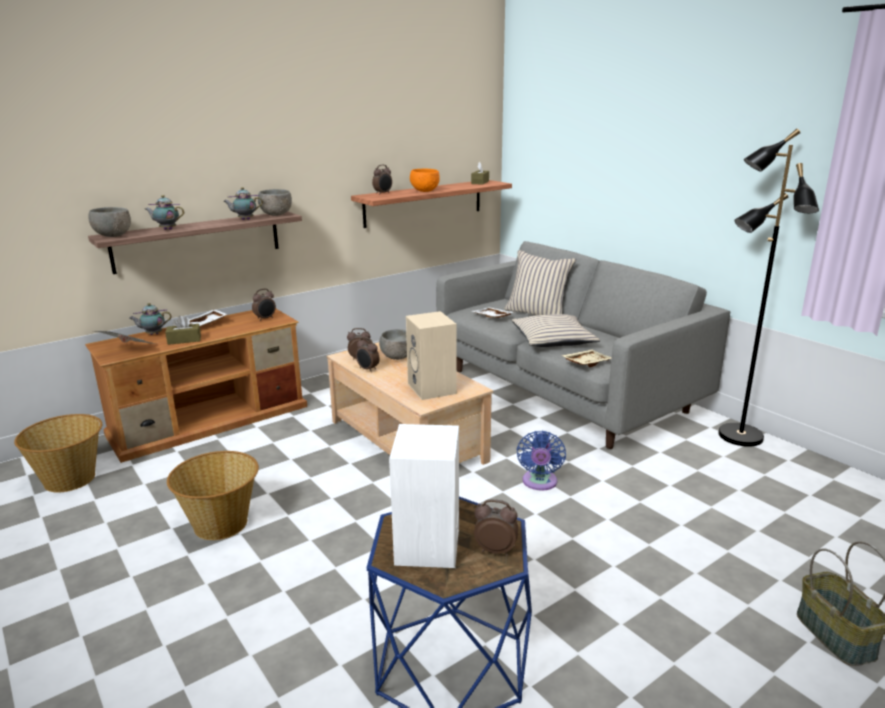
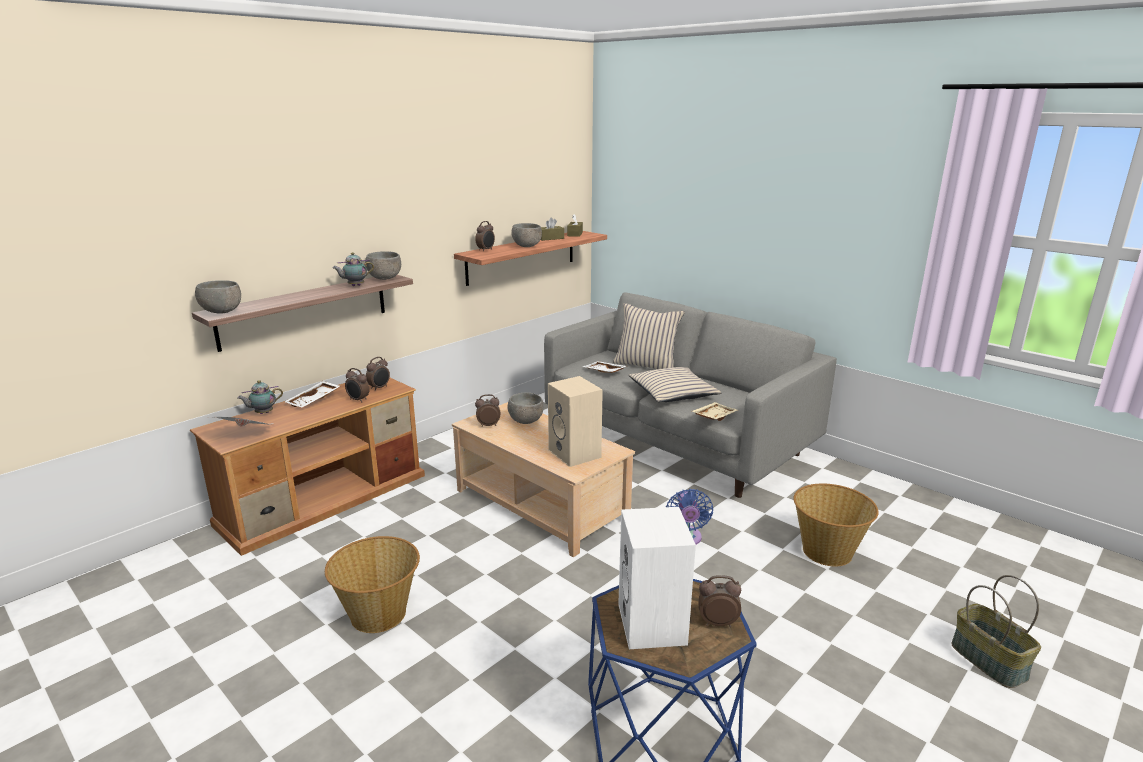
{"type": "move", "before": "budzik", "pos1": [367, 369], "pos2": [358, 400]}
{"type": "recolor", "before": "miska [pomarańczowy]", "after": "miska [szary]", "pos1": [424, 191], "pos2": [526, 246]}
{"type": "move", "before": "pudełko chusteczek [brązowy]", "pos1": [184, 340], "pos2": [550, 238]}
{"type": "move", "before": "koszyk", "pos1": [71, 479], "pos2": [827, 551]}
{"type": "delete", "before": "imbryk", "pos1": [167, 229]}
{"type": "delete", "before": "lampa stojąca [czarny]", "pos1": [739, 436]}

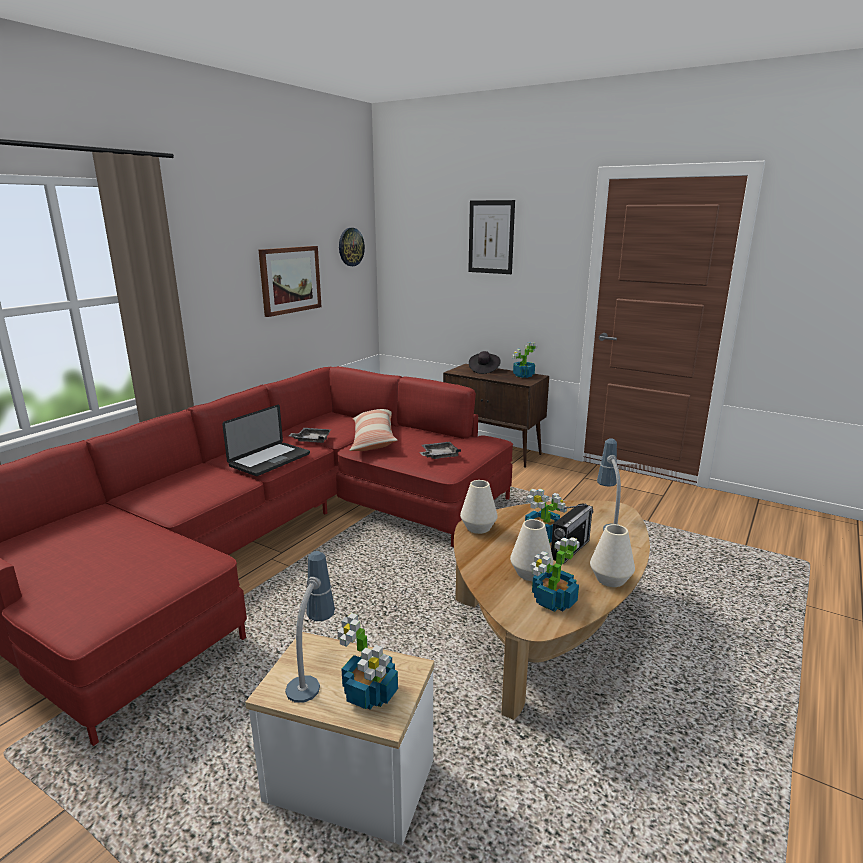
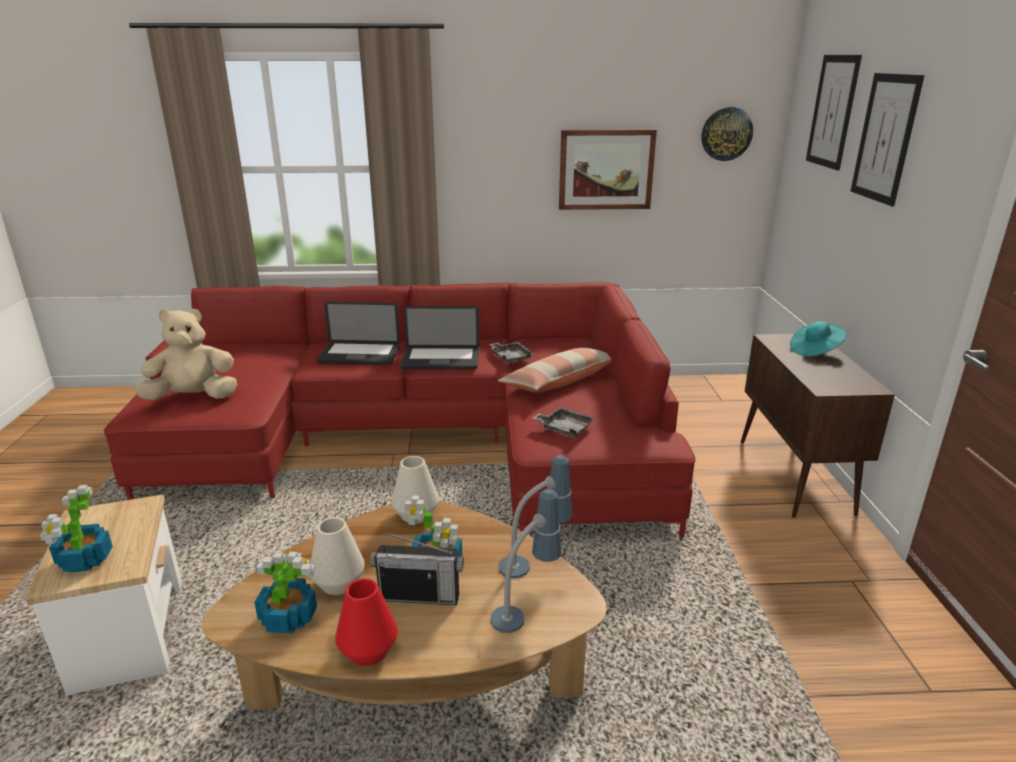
{"type": "insert", "after": "pluszak [beżowy]", "pos2": [193, 397]}
{"type": "insert", "after": "laptop", "pos2": [359, 355]}
{"type": "recolor", "before": "wazon [biały]", "after": "wazon [czerwony]", "pos1": [610, 579], "pos2": [369, 651]}
{"type": "move", "before": "lampa stołowa", "pos1": [313, 673], "pos2": [534, 563]}
{"type": "recolor", "before": "kapelusz [czarny]", "after": "kapelusz [turkusowy]", "pos1": [483, 370], "pos2": [815, 350]}
{"type": "insert", "after": "obraz", "pos2": [832, 111]}
{"type": "delete", "before": "roślina doniczkowa", "pos1": [523, 375]}

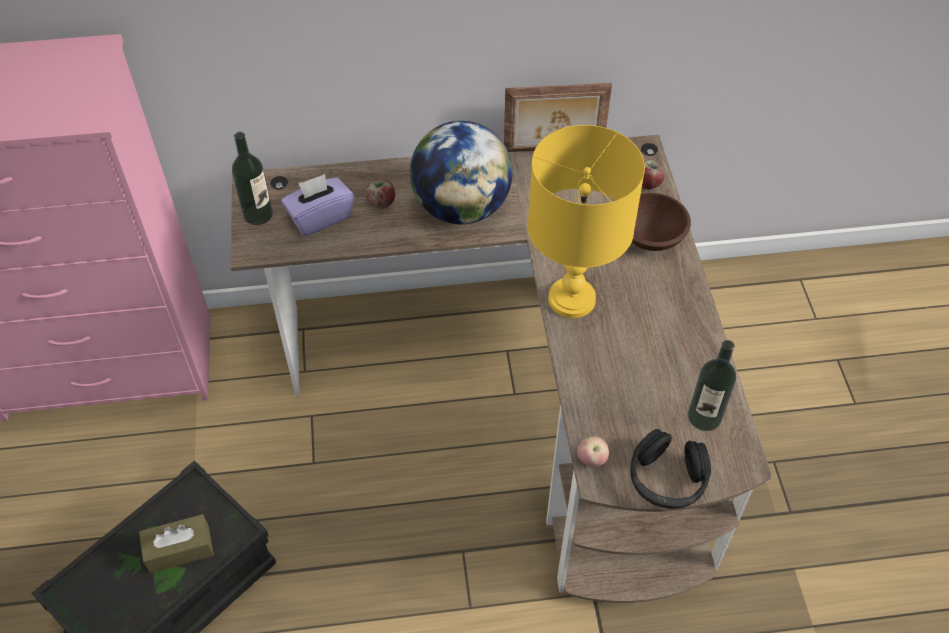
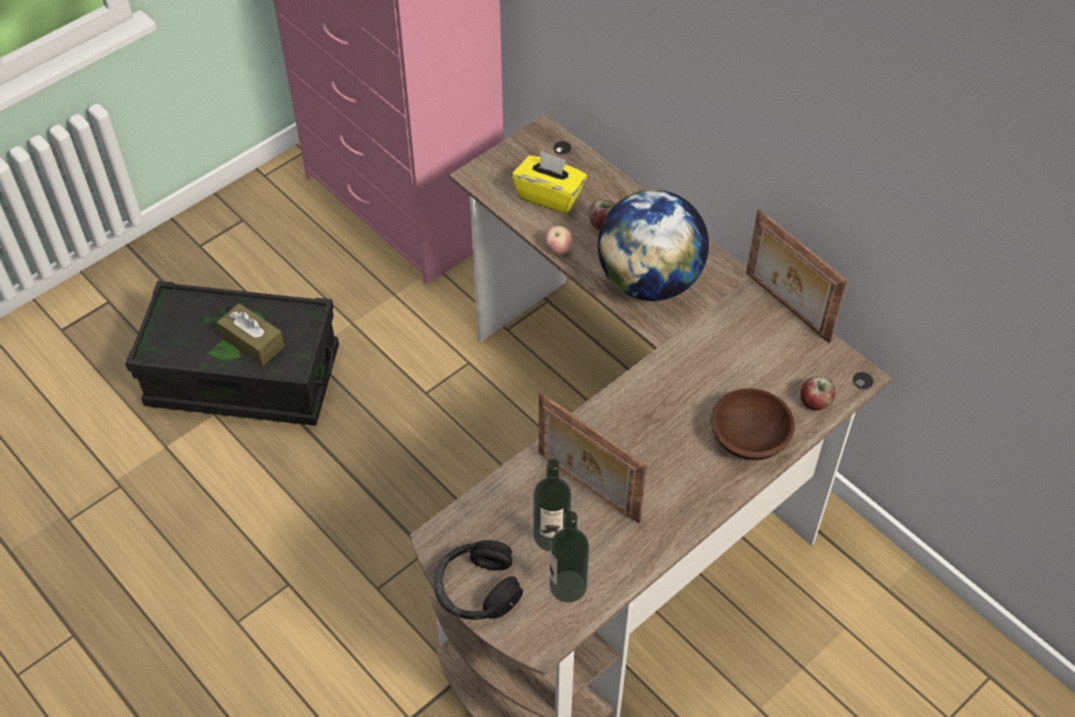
{"type": "recolor", "before": "pudełko chusteczek [fioletowy]", "after": "pudełko chusteczek [żółty]", "pos1": [320, 217], "pos2": [549, 195]}
{"type": "move", "before": "butelka", "pos1": [258, 214], "pos2": [551, 536]}
{"type": "insert", "after": "ramka na zdjęcie", "pos2": [587, 488]}
{"type": "move", "before": "jabłko", "pos1": [591, 460], "pos2": [558, 249]}
{"type": "delete", "before": "lampa stołowa [żółty]", "pos1": [572, 299]}

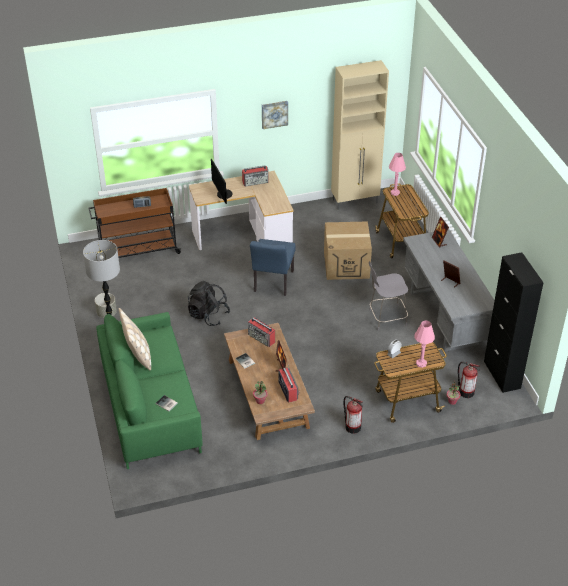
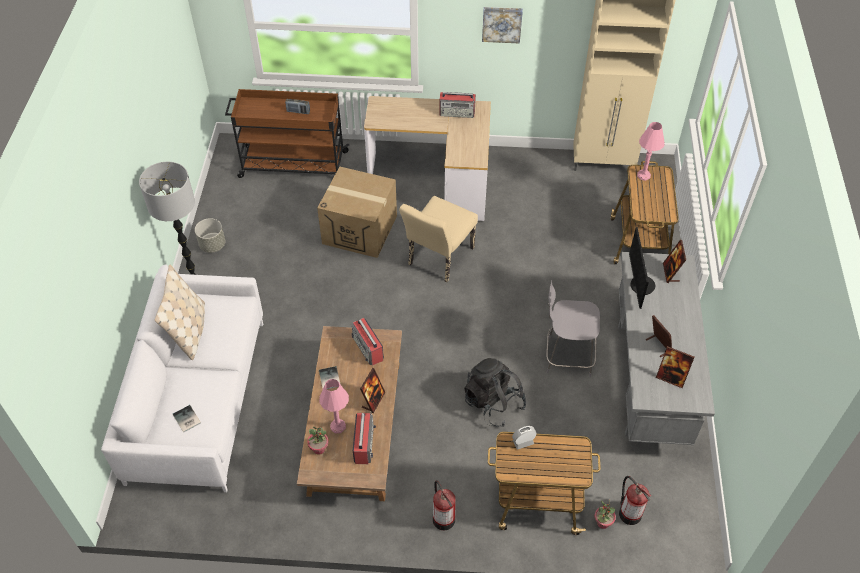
{"type": "recolor", "before": "kanapa [zielony]", "after": "kanapa [biały]", "pos1": [150, 407], "pos2": [198, 399]}
{"type": "move", "before": "karton", "pos1": [346, 265], "pos2": [360, 229]}
{"type": "move", "before": "lampa stołowa [różowy]", "pos1": [421, 363], "pos2": [338, 426]}
{"type": "recolor", "before": "krzesło [niebieski]", "after": "krzesło [beżowy]", "pos1": [272, 284], "pos2": [438, 259]}
{"type": "move", "before": "plecak [czarny]", "pos1": [208, 315], "pos2": [493, 403]}
{"type": "move", "before": "monitor", "pos1": [222, 194], "pos2": [639, 285]}
{"type": "insert", "after": "ramka na zdjęcie", "pos2": [671, 378]}
{"type": "delete", "before": "szafka [czarny]", "pos1": [502, 375]}

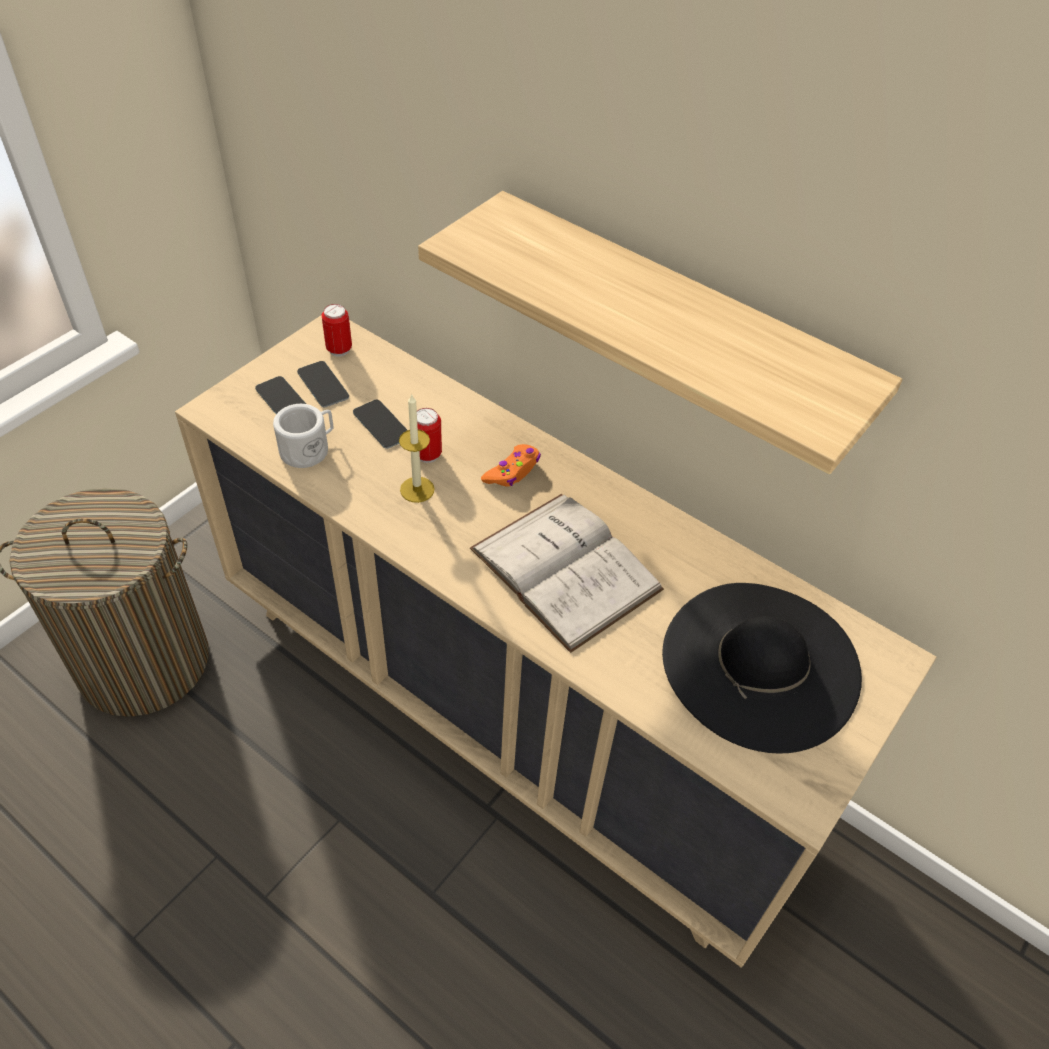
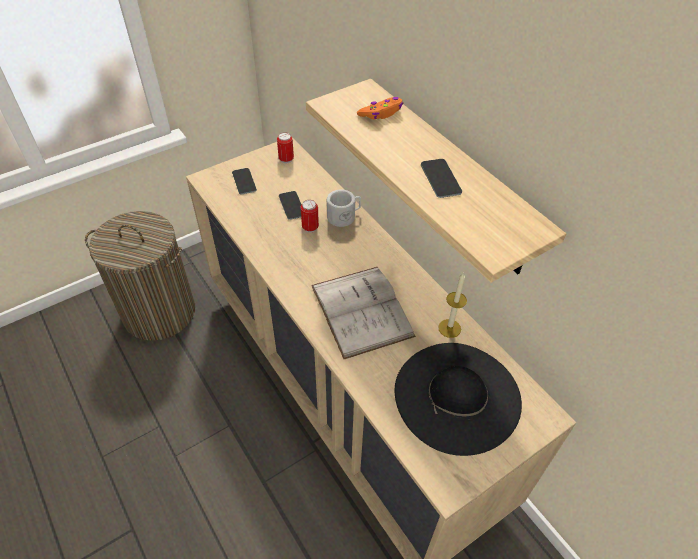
{"type": "move", "before": "kubek [biały]", "pos1": [309, 449], "pos2": [344, 216]}
{"type": "move", "before": "pad do gier [pomarańczowy]", "pos1": [512, 471], "pos2": [381, 113]}
{"type": "move", "before": "telefon", "pos1": [323, 384], "pos2": [440, 178]}
{"type": "move", "before": "świeca", "pos1": [417, 489], "pos2": [449, 328]}

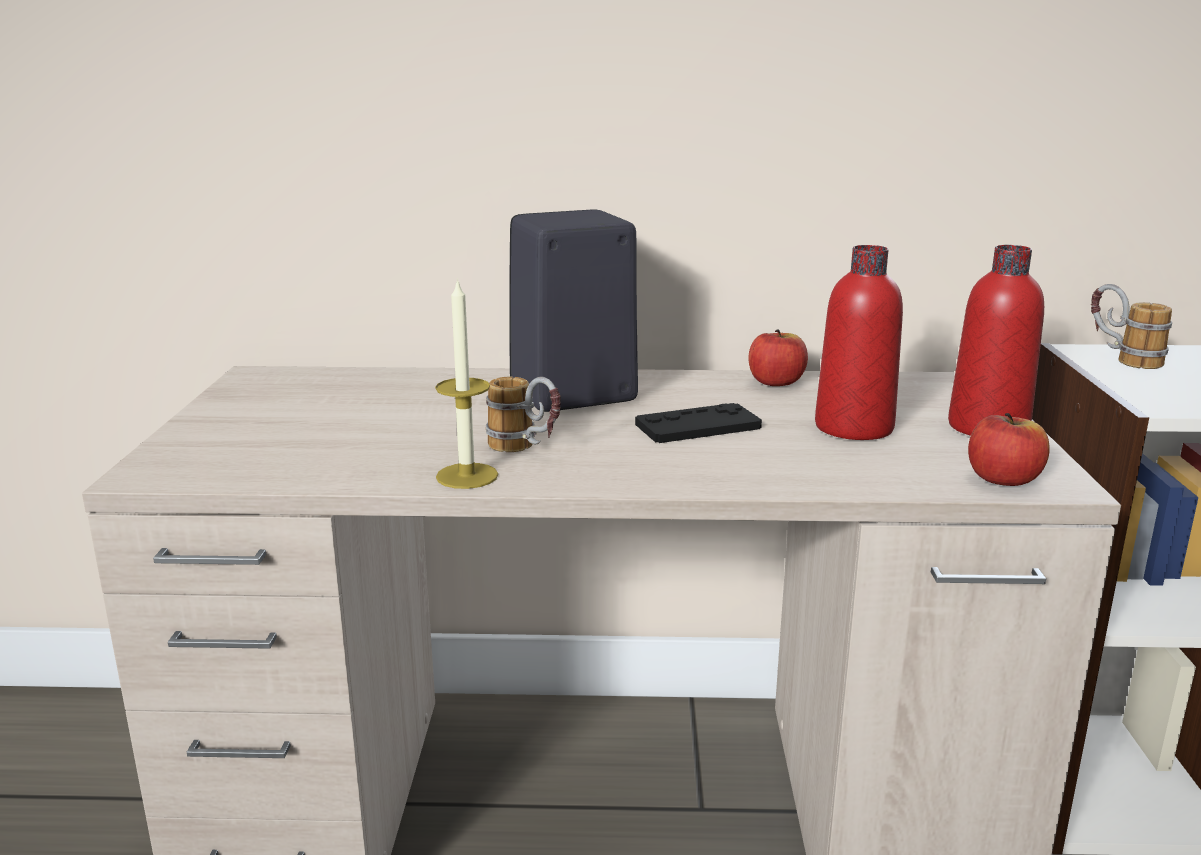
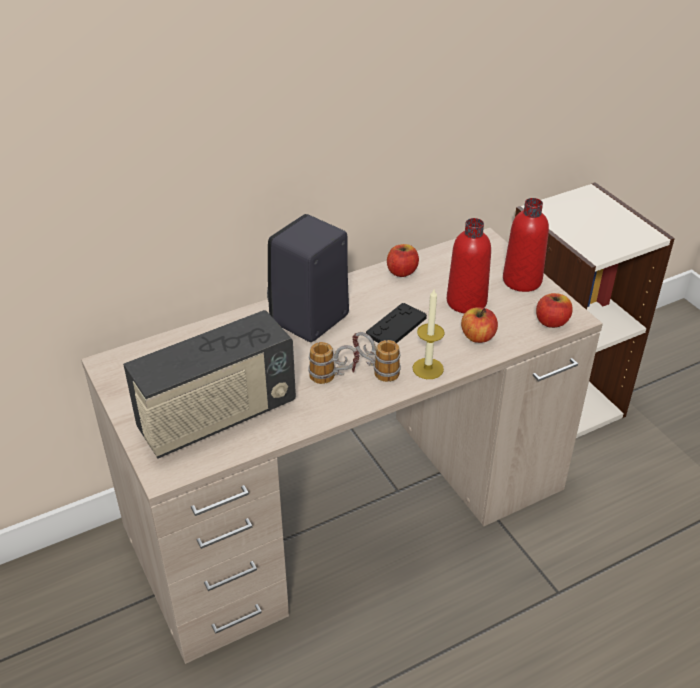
{"type": "insert", "after": "radio", "pos2": [217, 417]}
{"type": "move", "before": "kubek", "pos1": [1121, 358], "pos2": [375, 370]}
{"type": "move", "before": "świeca", "pos1": [467, 476], "pos2": [428, 368]}
{"type": "insert", "after": "jabłko", "pos2": [477, 336]}

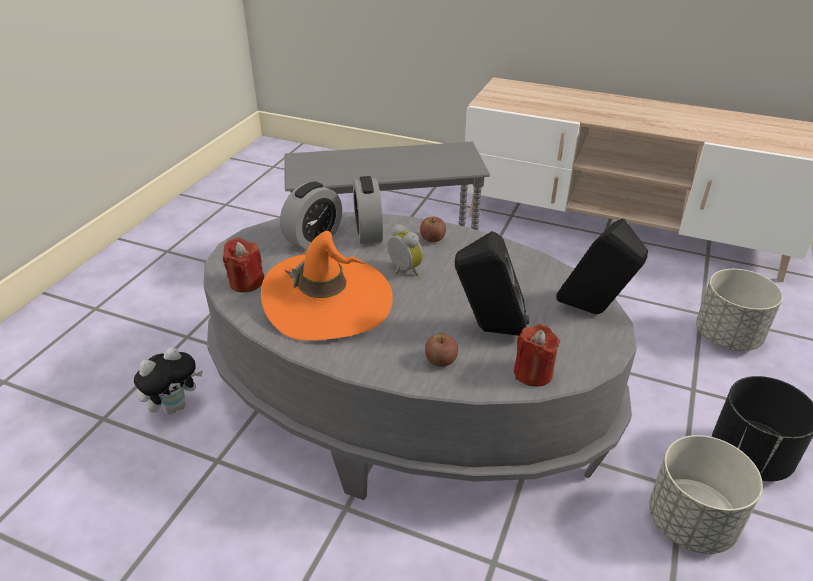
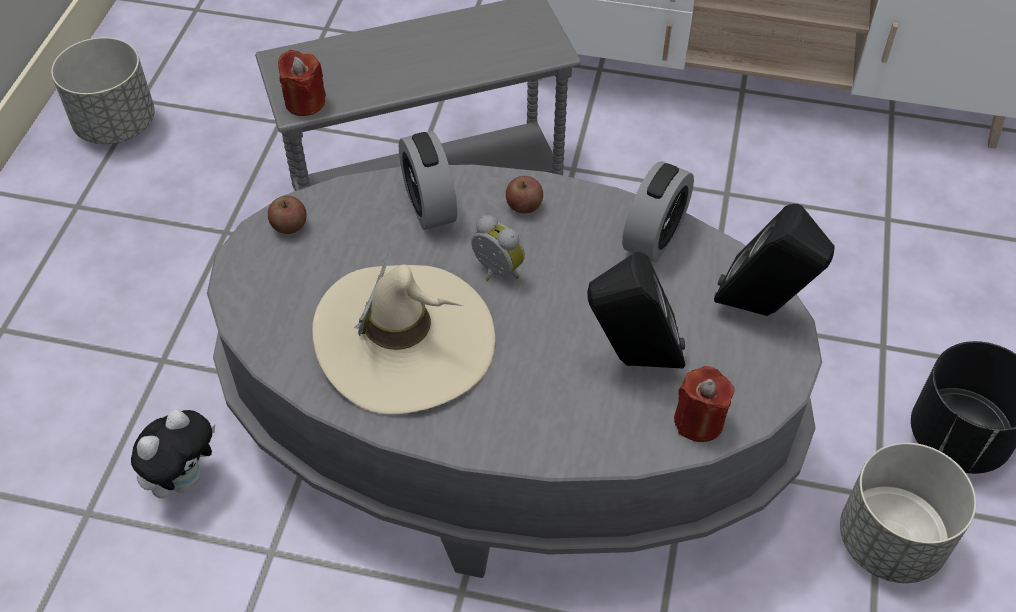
{"type": "move", "before": "donica [szary]", "pos1": [727, 336], "pos2": [116, 124]}
{"type": "move", "before": "jabłko", "pos1": [441, 360], "pos2": [289, 226]}
{"type": "move", "before": "świeca [czerwony]", "pos1": [246, 282], "pos2": [305, 102]}
{"type": "recolor", "before": "kapelusz [pomarańczowy]", "after": "kapelusz [beżowy]", "pos1": [328, 301], "pos2": [405, 341]}
{"type": "move", "before": "budzik", "pos1": [313, 238], "pos2": [654, 236]}

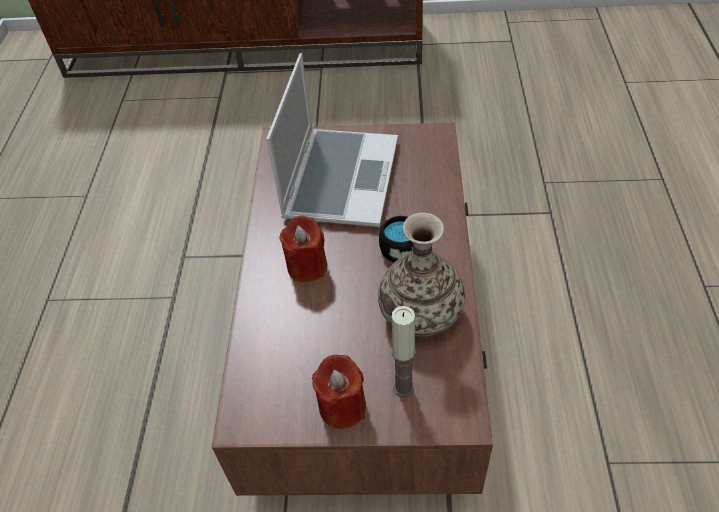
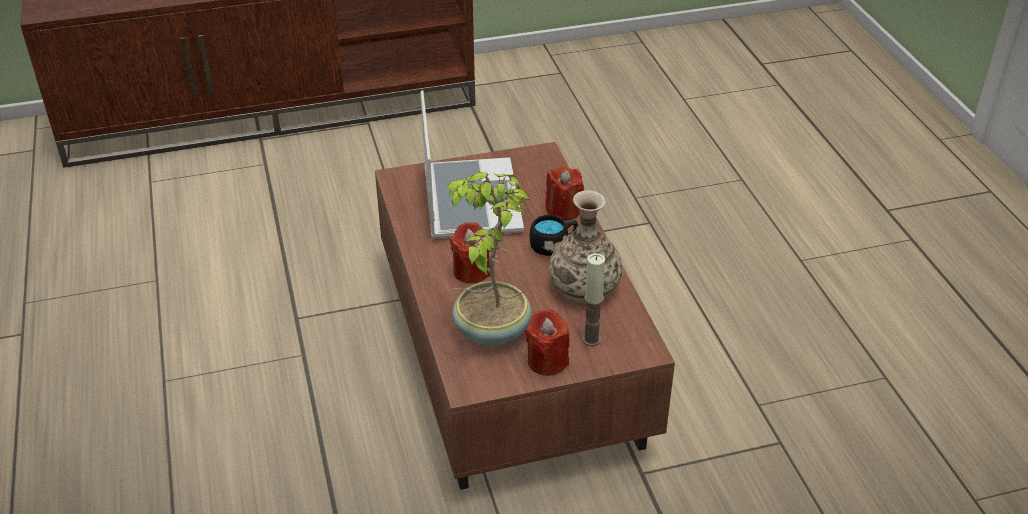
{"type": "insert", "after": "roślina doniczkowa", "pos2": [490, 331]}
{"type": "insert", "after": "świeca [czerwony]", "pos2": [563, 210]}

